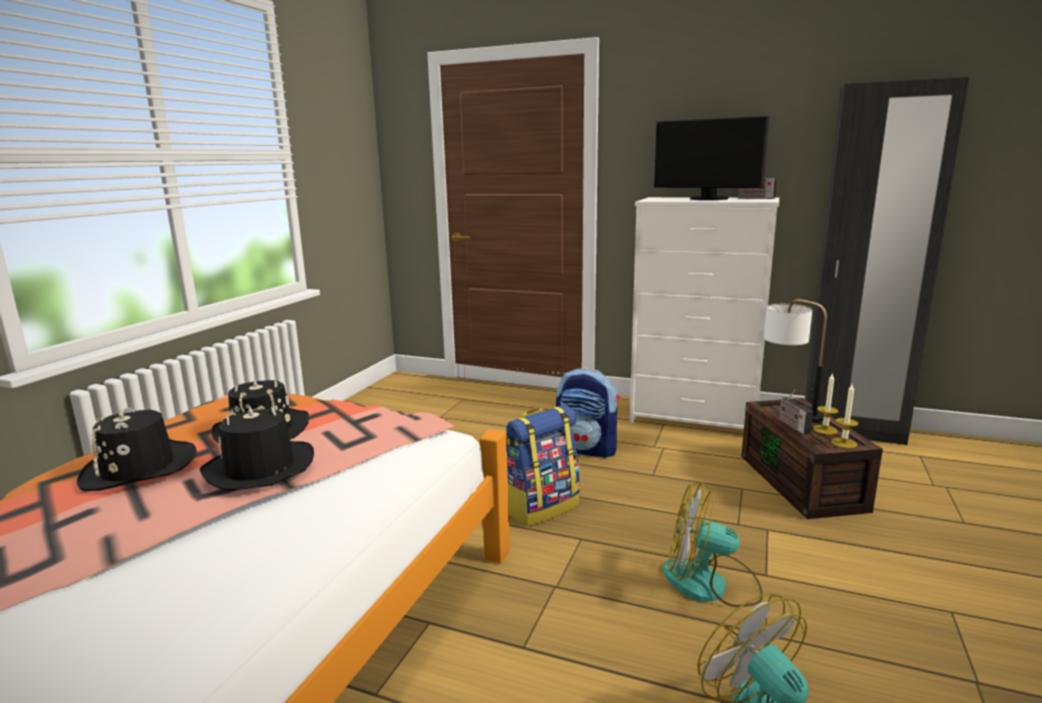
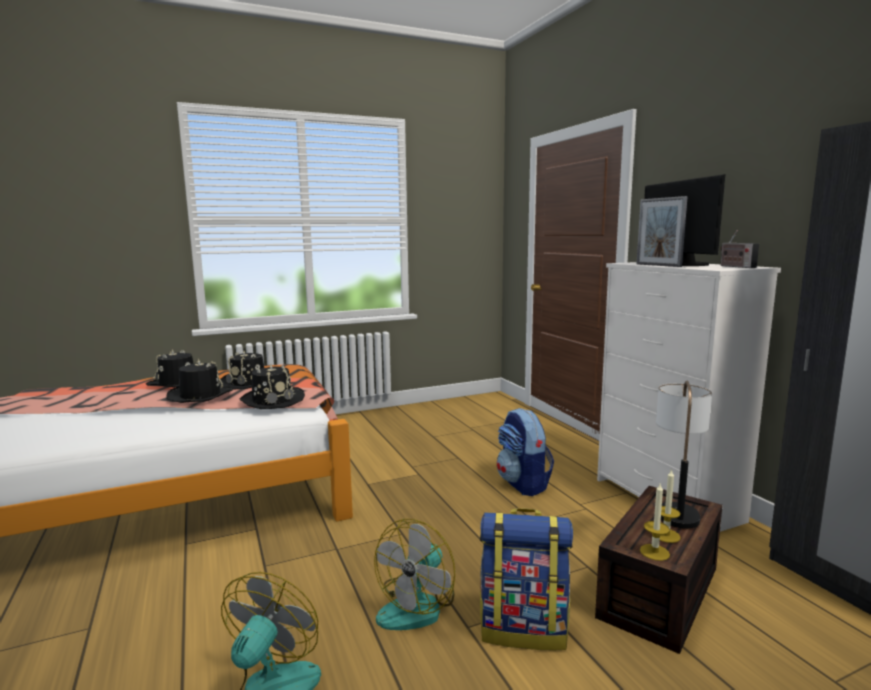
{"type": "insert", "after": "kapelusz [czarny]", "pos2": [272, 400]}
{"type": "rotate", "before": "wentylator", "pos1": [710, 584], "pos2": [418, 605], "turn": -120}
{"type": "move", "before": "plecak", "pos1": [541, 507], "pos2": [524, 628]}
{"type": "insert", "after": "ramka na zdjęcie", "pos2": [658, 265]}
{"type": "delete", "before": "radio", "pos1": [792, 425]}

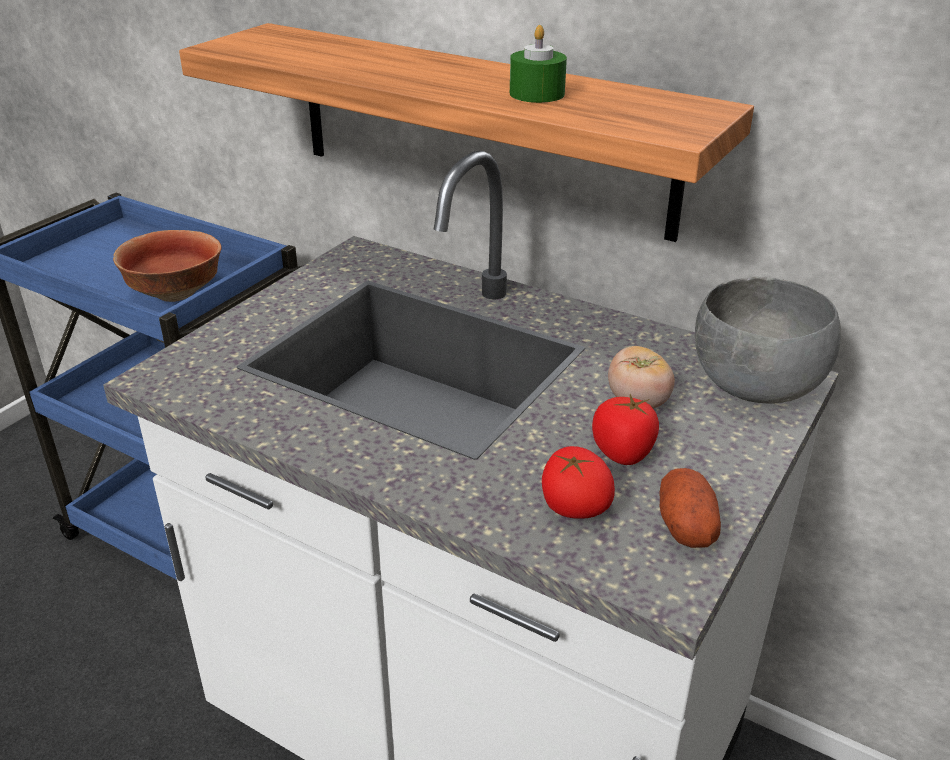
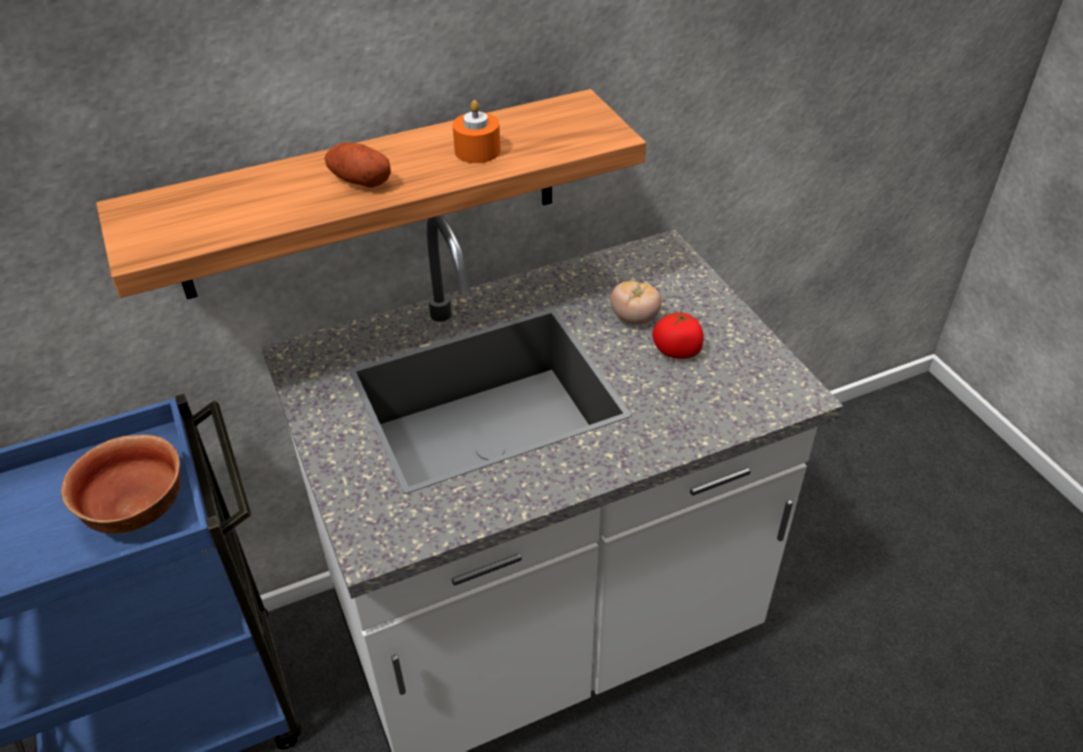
{"type": "move", "before": "ziemniak", "pos1": [685, 525], "pos2": [359, 180]}
{"type": "recolor", "before": "świeca [zielony]", "after": "świeca [pomarańczowy]", "pos1": [537, 94], "pos2": [477, 151]}
{"type": "delete", "before": "pomidor", "pos1": [574, 507]}
{"type": "delete", "before": "miska [szary]", "pos1": [754, 389]}

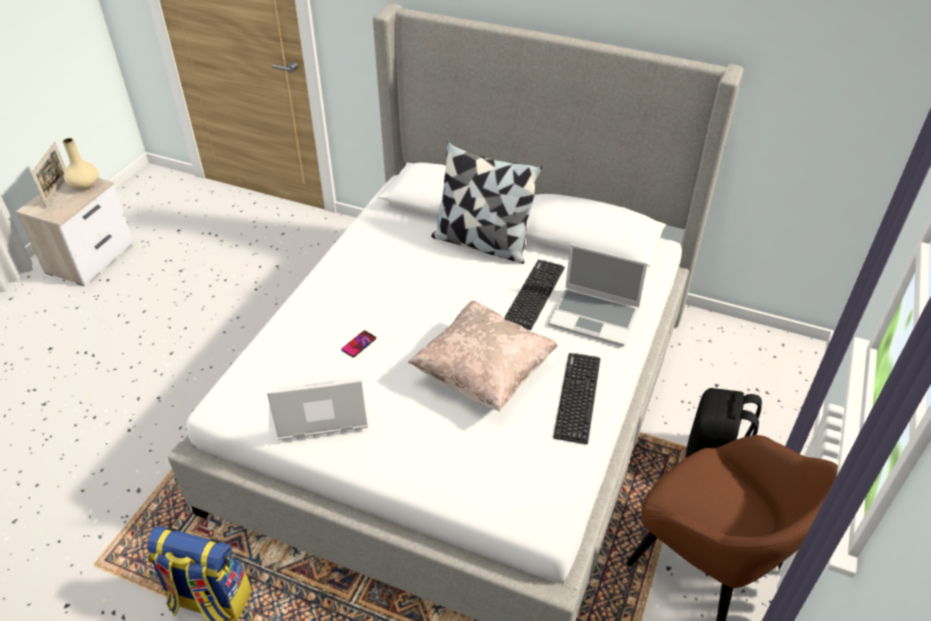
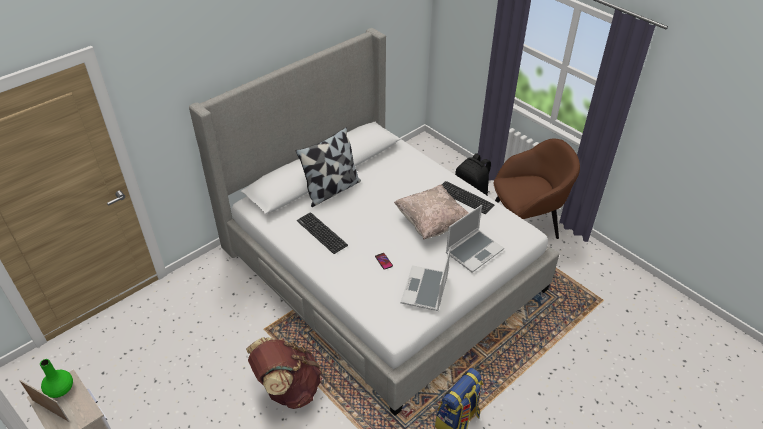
{"type": "recolor", "before": "wazon [beżowy]", "after": "wazon [zielony]", "pos1": [85, 185], "pos2": [60, 389]}
{"type": "insert", "after": "plecak [brązowy]", "pos2": [288, 389]}
{"type": "move", "before": "klawiatura", "pos1": [534, 294], "pos2": [322, 233]}
{"type": "move", "before": "laptop", "pos1": [595, 317], "pos2": [474, 251]}

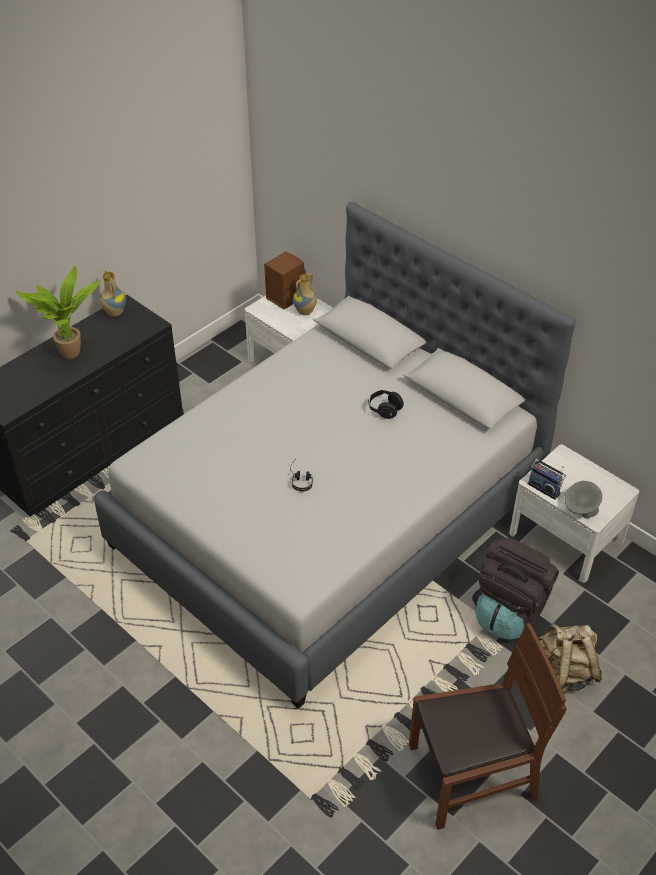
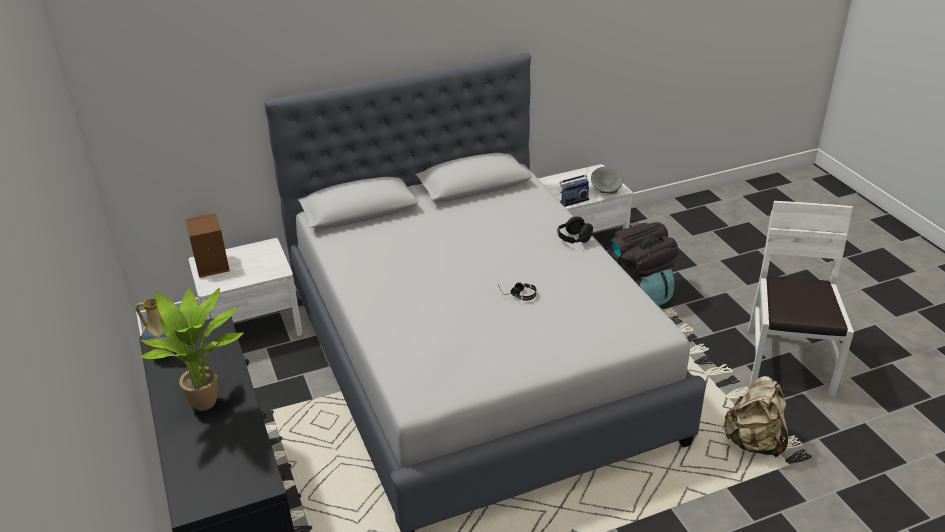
{"type": "move", "before": "słuchawki [czarny]", "pos1": [384, 410], "pos2": [574, 240]}
{"type": "move", "before": "plecak [beżowy]", "pos1": [563, 672], "pos2": [753, 442]}
{"type": "recolor", "before": "krzesło [brązowy]", "after": "krzesło [biały]", "pos1": [472, 774], "pos2": [787, 362]}
{"type": "delete", "before": "wazon", "pos1": [305, 312]}

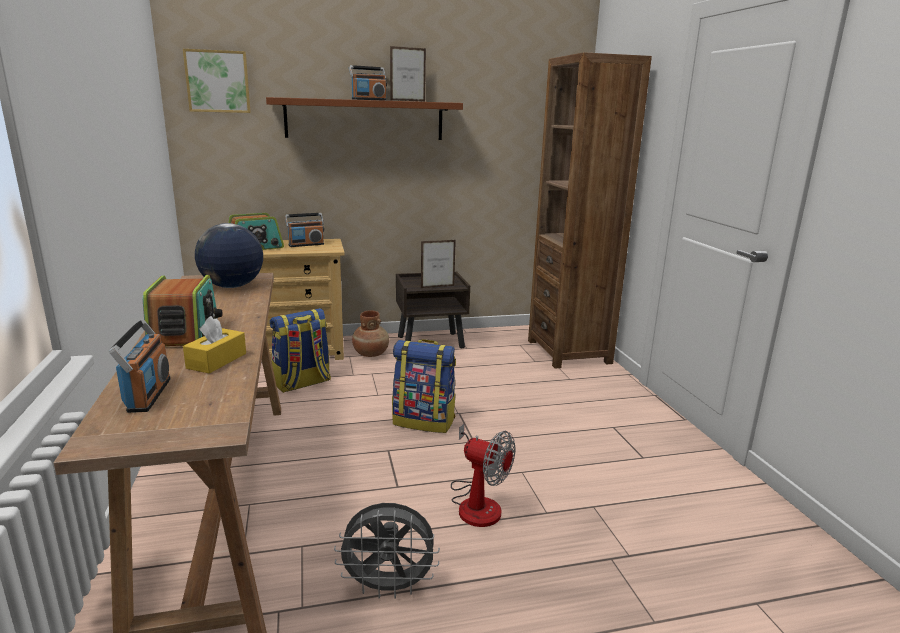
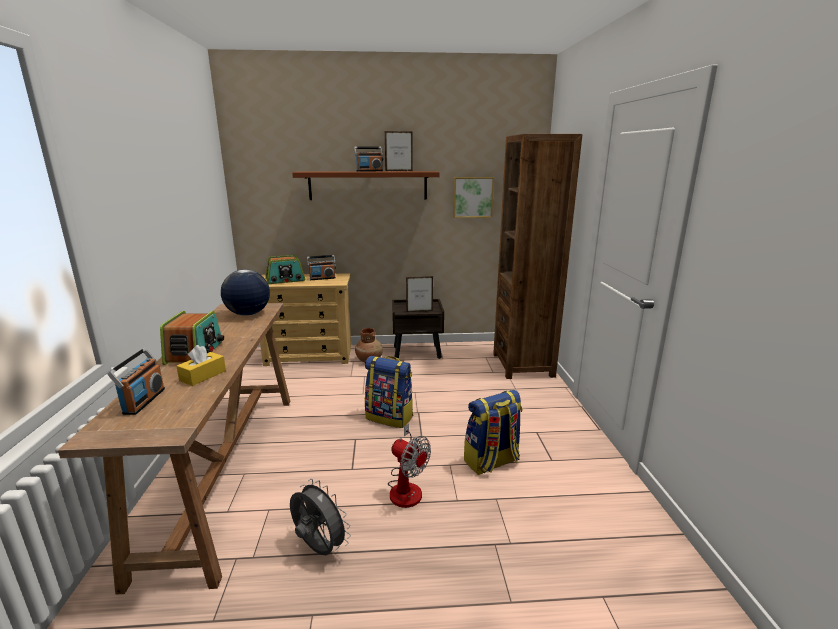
{"type": "rotate", "before": "wentylator [szary]", "pos1": [389, 587], "pos2": [318, 549], "turn": -150}
{"type": "move", "before": "obraz", "pos1": [218, 81], "pos2": [472, 197]}
{"type": "move", "before": "plecak", "pos1": [302, 383], "pos2": [491, 462]}

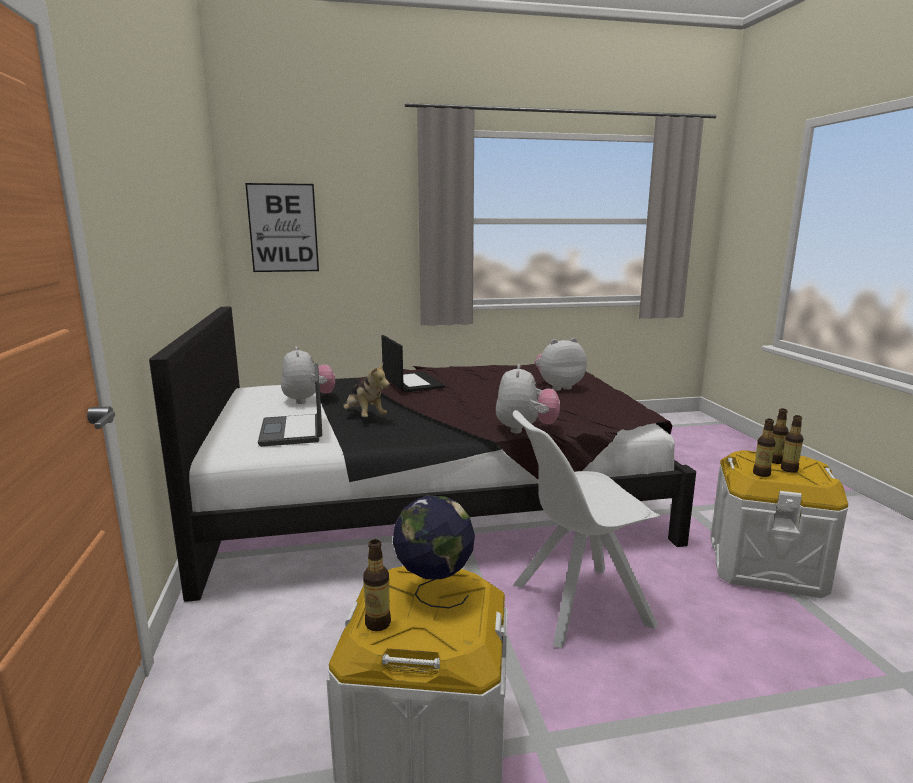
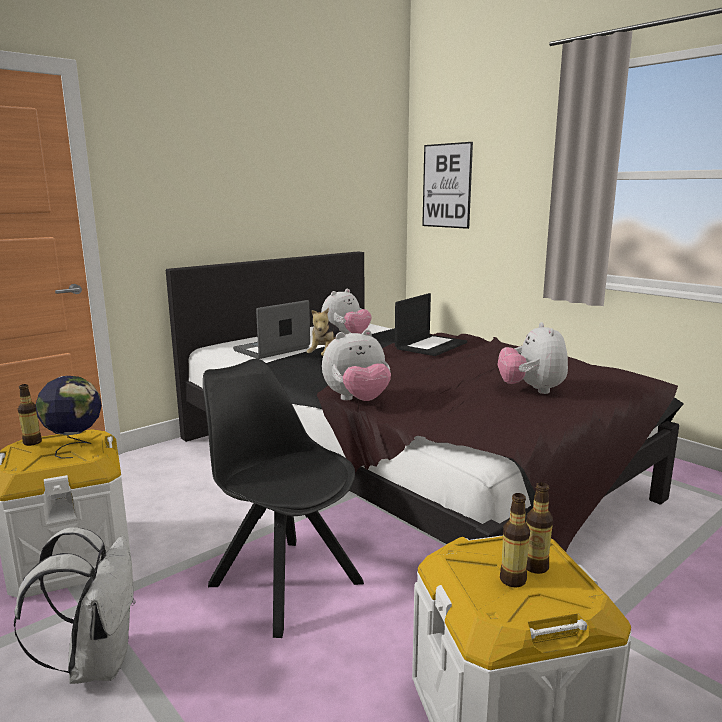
{"type": "insert", "after": "plecak [biały]", "pos2": [97, 662]}
{"type": "recolor", "before": "krzesło [biały]", "after": "krzesło [czarny]", "pos1": [577, 605], "pos2": [283, 581]}
{"type": "rotate", "before": "pluszak", "pos1": [558, 387], "pos2": [531, 390], "turn": -135}
{"type": "delete", "before": "butelka", "pos1": [761, 474]}

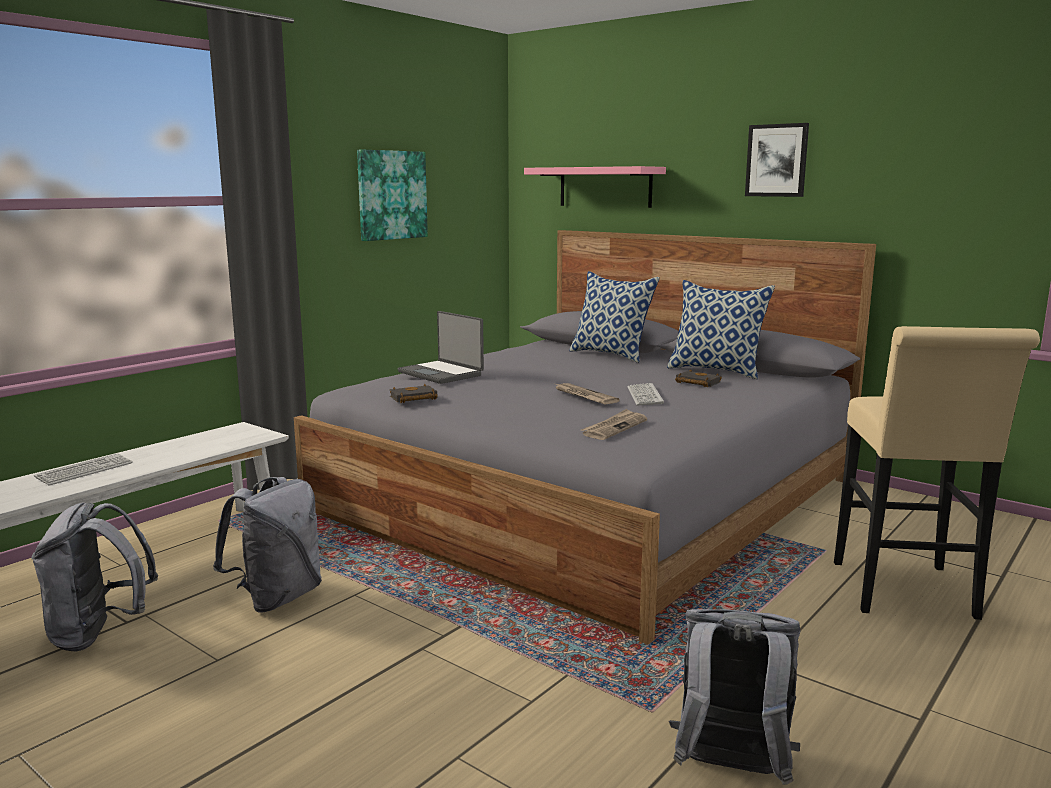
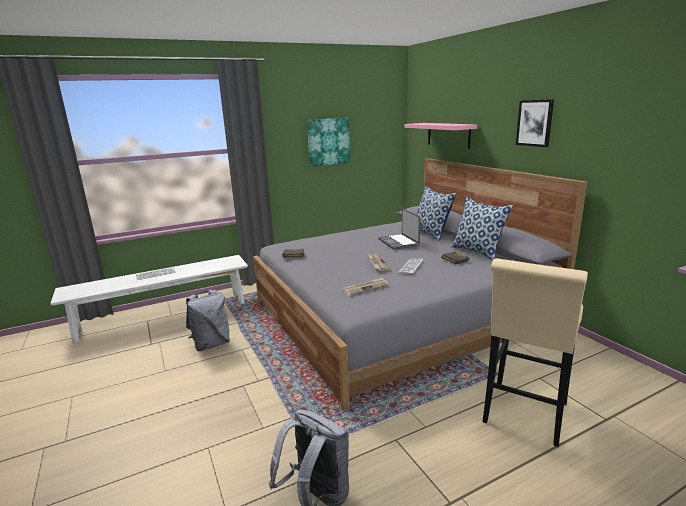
{"type": "move", "before": "laptop", "pos1": [441, 373], "pos2": [399, 242]}
{"type": "delete", "before": "plecak [szary]", "pos1": [99, 634]}

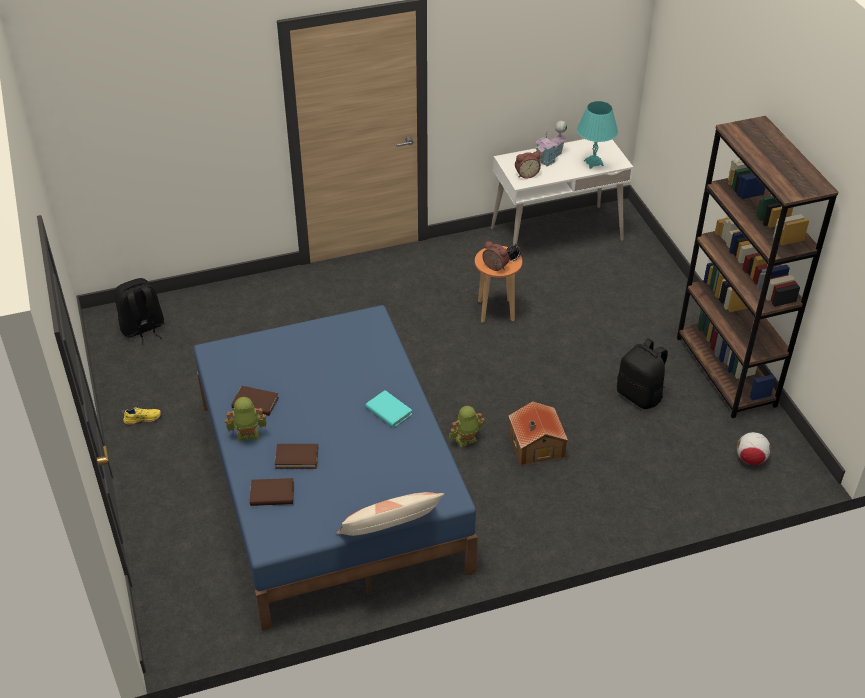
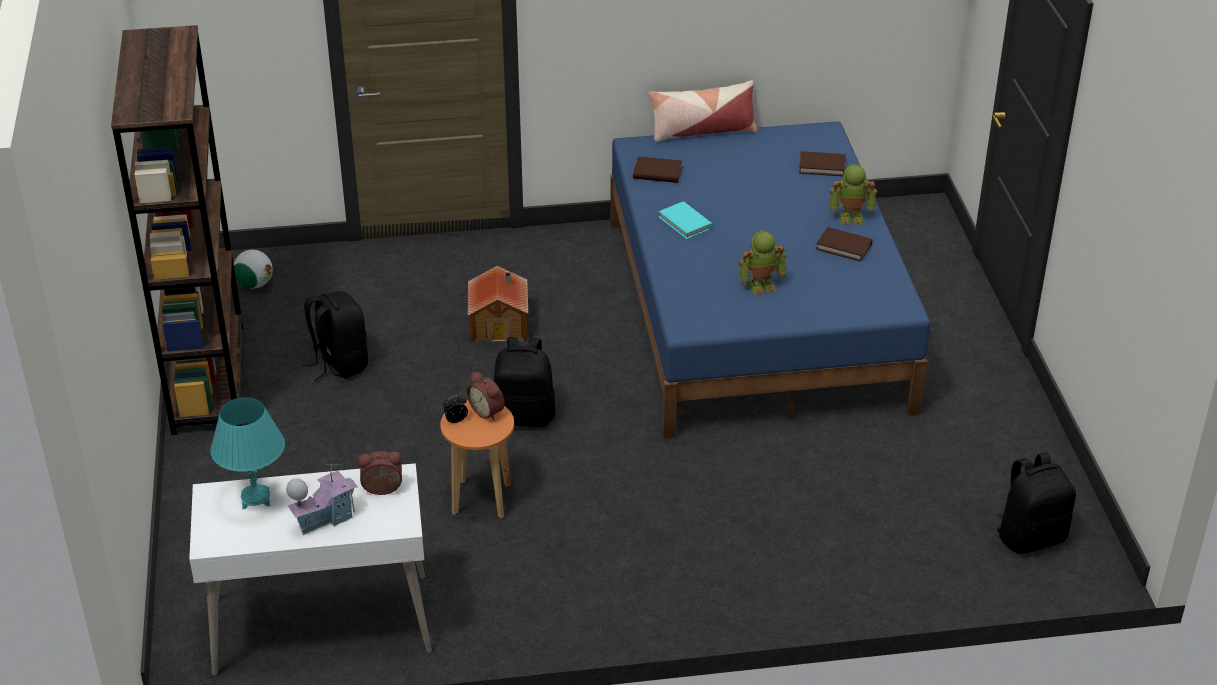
{"type": "insert", "after": "plecak [czarny]", "pos2": [524, 416]}
{"type": "move", "before": "książka [brązowy]", "pos1": [297, 458], "pos2": [657, 173]}
{"type": "move", "before": "robot zabawkowy", "pos1": [466, 441], "pos2": [761, 285]}
{"type": "delete", "before": "but [żółty]", "pos1": [142, 418]}

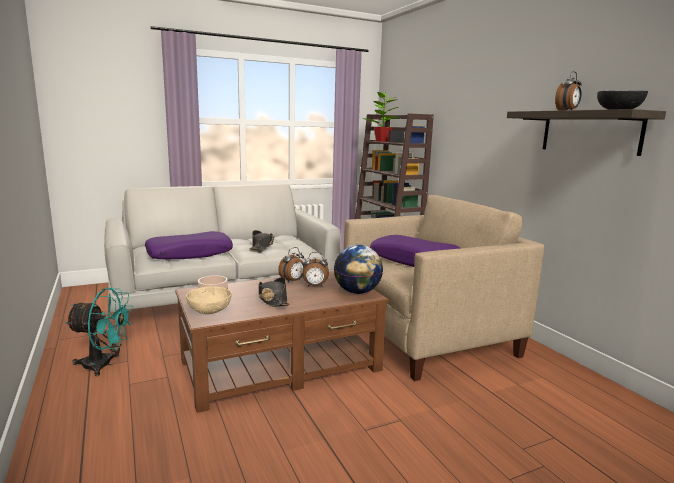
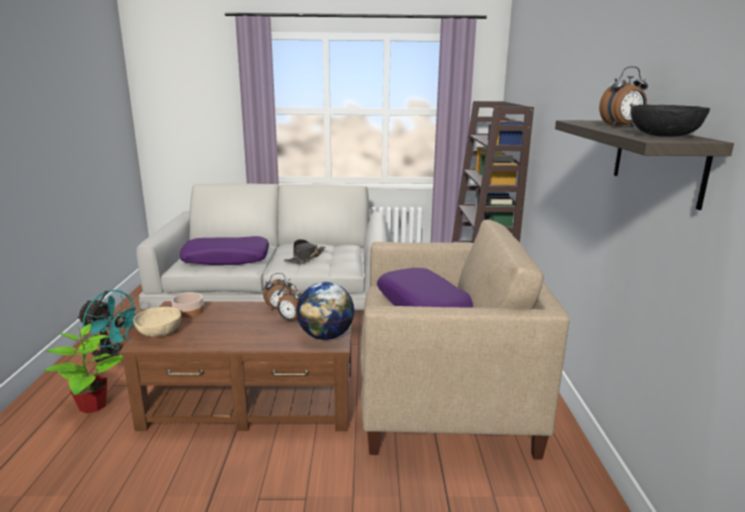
{"type": "move", "before": "roślina doniczkowa", "pos1": [382, 141], "pos2": [92, 406]}
{"type": "delete", "before": "kapelusz [czarny]", "pos1": [272, 299]}

